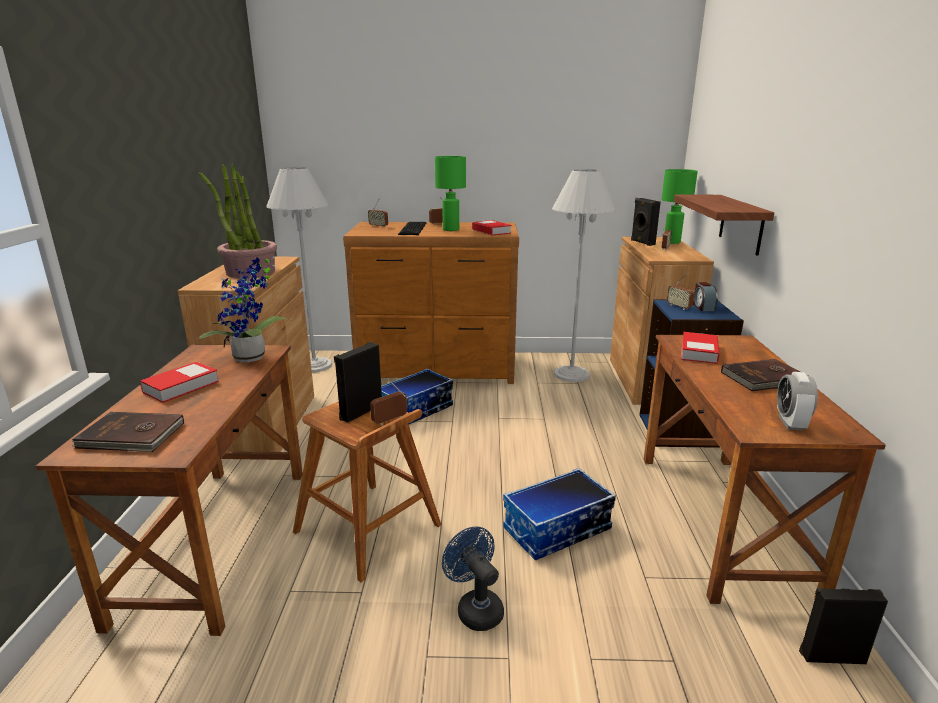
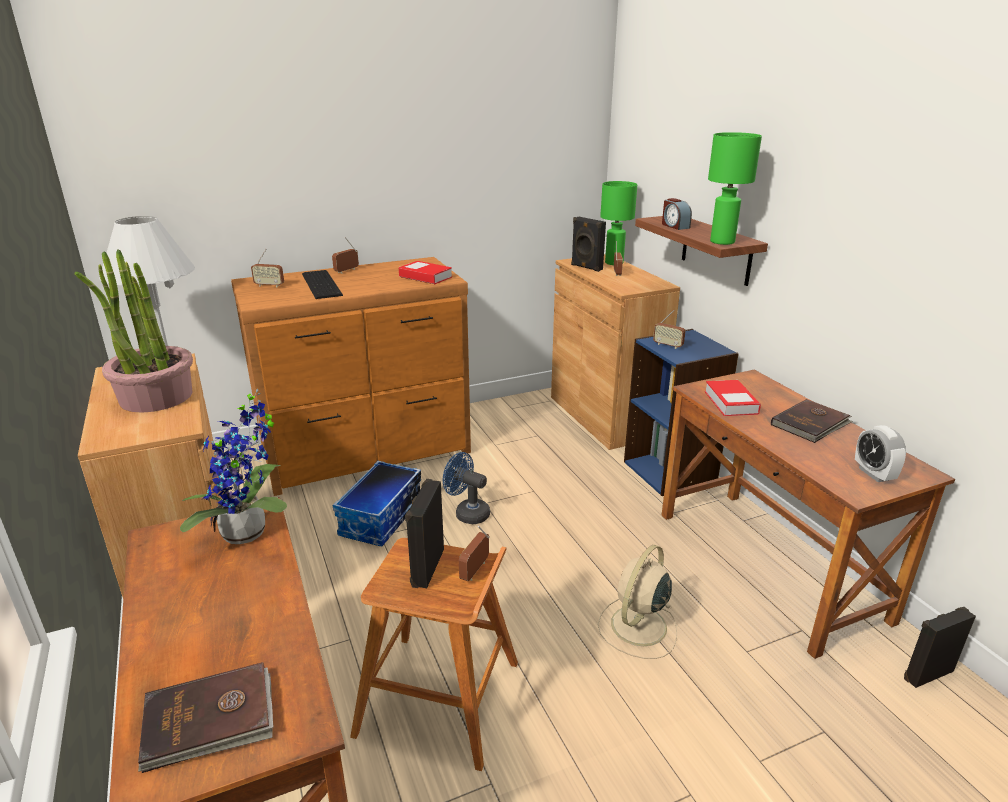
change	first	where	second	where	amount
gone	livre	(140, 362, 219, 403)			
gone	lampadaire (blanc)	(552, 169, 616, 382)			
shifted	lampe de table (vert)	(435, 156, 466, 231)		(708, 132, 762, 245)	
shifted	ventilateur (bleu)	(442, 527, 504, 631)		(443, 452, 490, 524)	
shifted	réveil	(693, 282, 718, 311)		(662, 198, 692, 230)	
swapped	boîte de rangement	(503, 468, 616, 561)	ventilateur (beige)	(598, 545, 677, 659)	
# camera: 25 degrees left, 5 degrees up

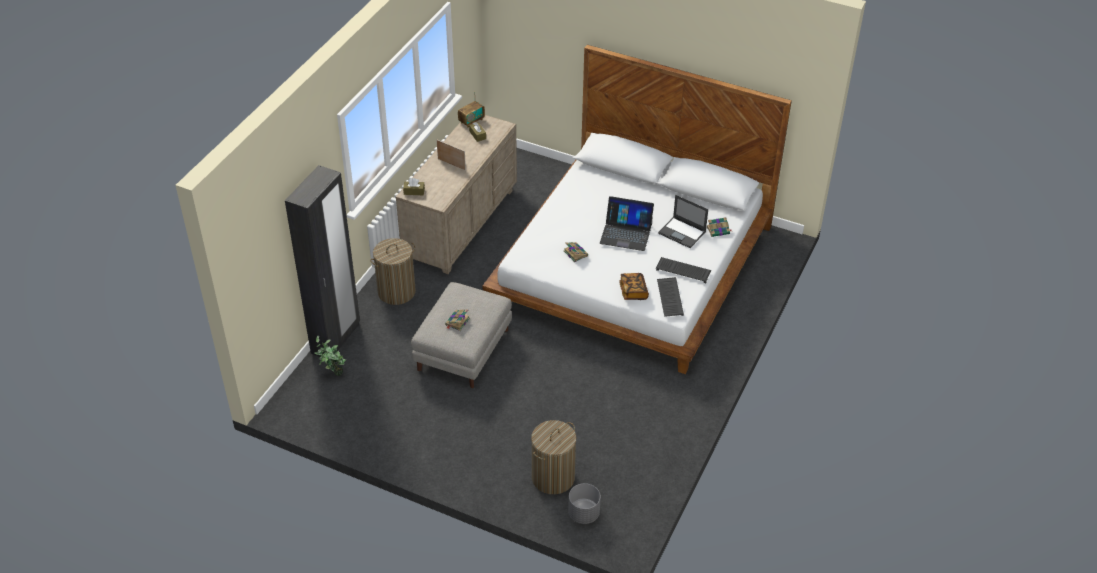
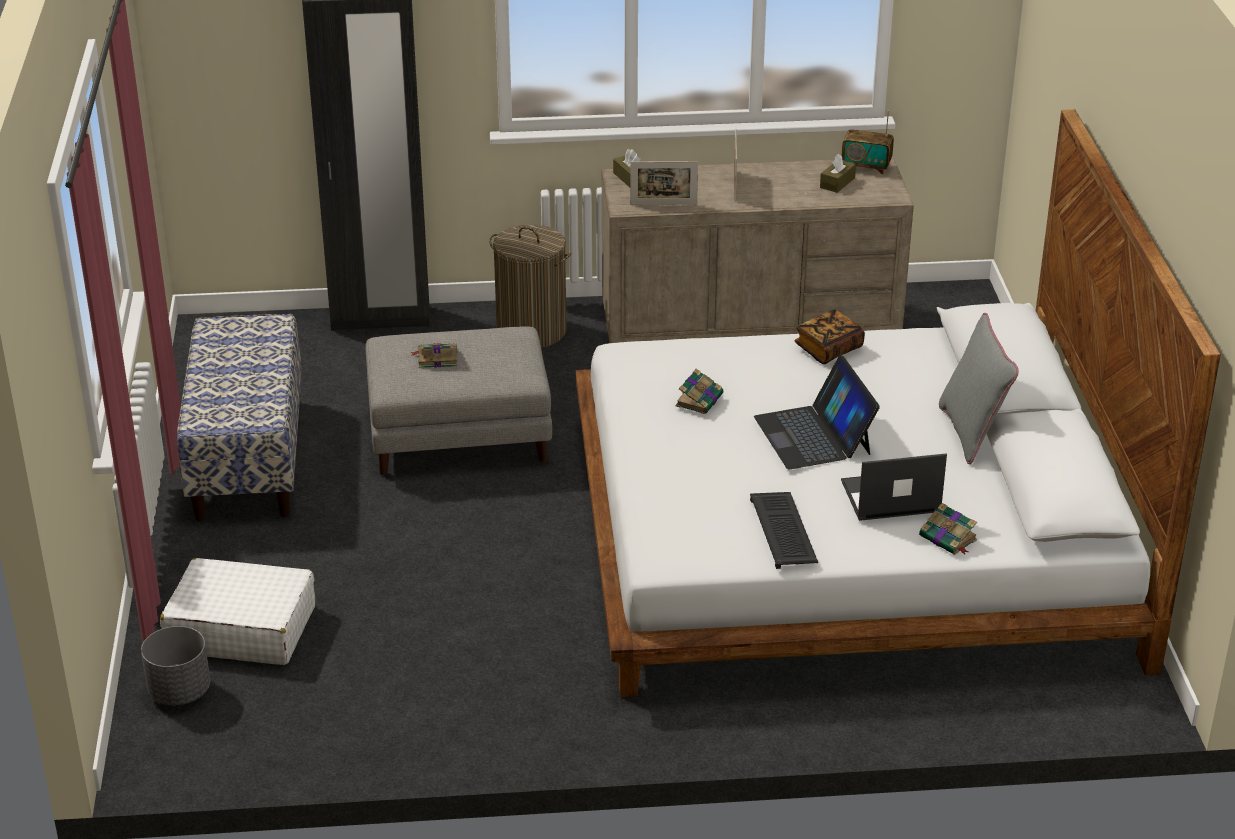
change	first	where	second	where	amount
gone	plante en pot	(314, 335, 346, 376)			
gone	clavier	(657, 277, 684, 317)			
new			banc	(177, 314, 302, 521)	
new			cadre photo	(630, 161, 698, 205)	
new			coussin (gris)	(939, 313, 1019, 464)	
shifted	livre	(619, 273, 649, 300)		(794, 309, 865, 364)	
swapped	panier à linge	(531, 420, 576, 494)	valise (blanc)	(160, 558, 315, 665)	
rotated	ordinateur portable	(658, 195, 708, 248)		(841, 453, 947, 521)	75 degrees clockwise
# camera: 60 degrees right, 10 degrees down

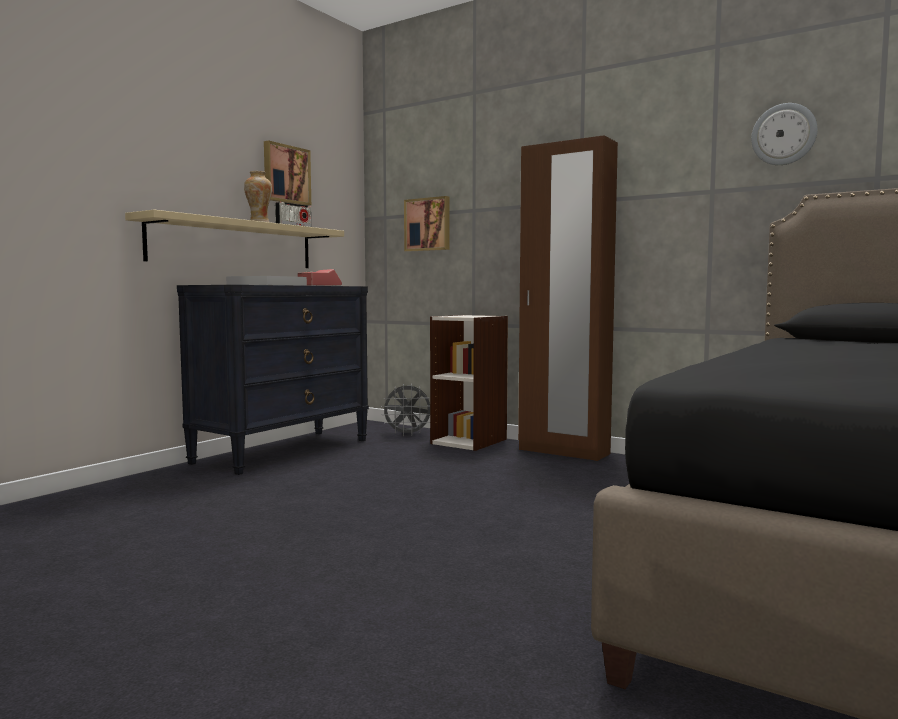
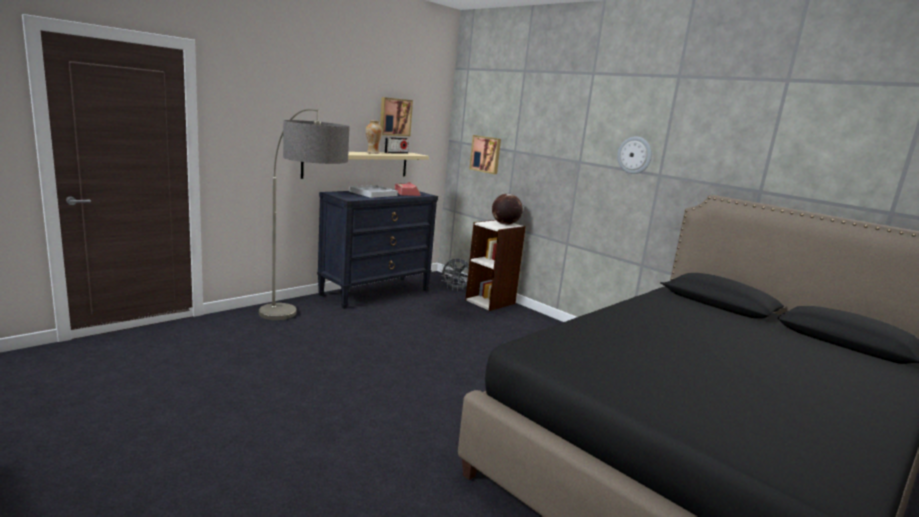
change	first	where	second	where	amount
gone	armoire (marron)	(518, 136, 618, 461)			
new			lampadaire	(259, 109, 350, 320)	
new			globe	(492, 194, 523, 225)	
shifted	horloge murale	(751, 103, 818, 165)		(617, 136, 652, 174)	
# camera: 10 degrees right, 10 degrees up

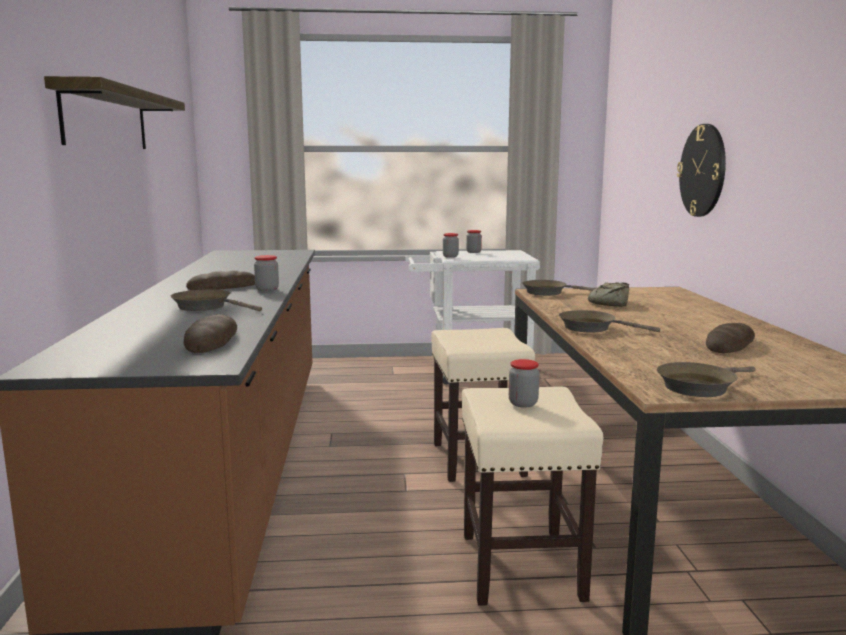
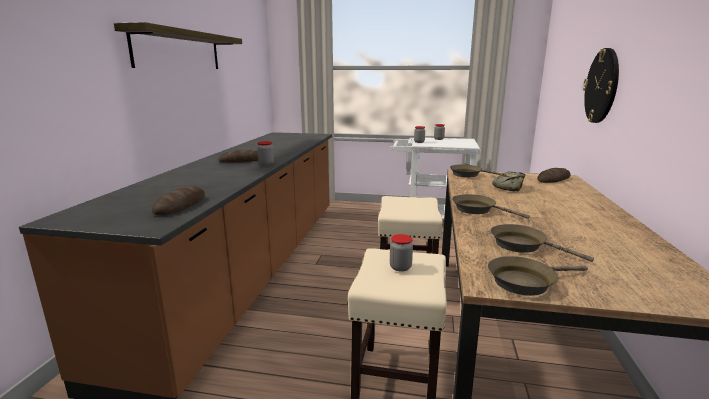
change	first	where	second	where	amount
shifted	poêle (marron)	(170, 289, 262, 311)		(491, 224, 594, 262)	
shifted	pain	(706, 323, 755, 353)		(537, 168, 571, 183)	
# camera: 15 degrees right, 5 degrees up

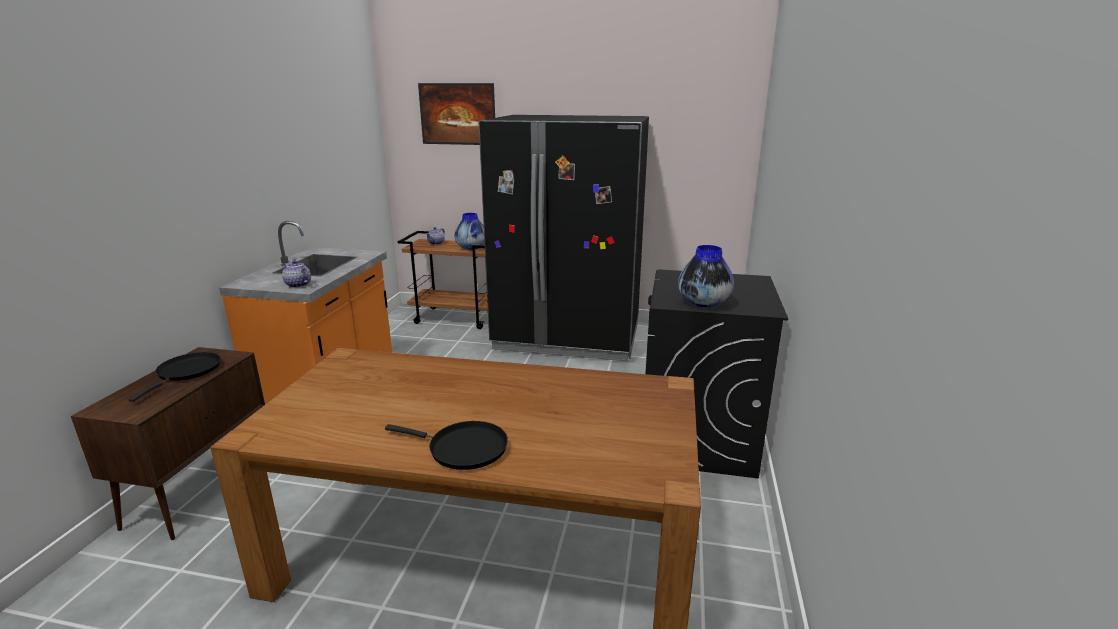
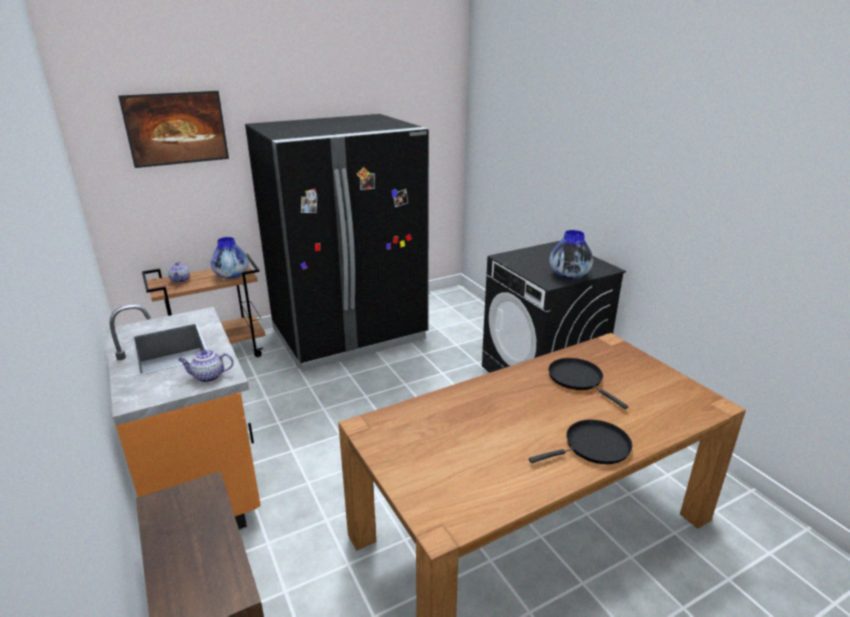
change	first	where	second	where	amount
shifted	poêle (noir)	(128, 352, 221, 402)		(548, 358, 628, 409)	
# camera: 40 degrees left, 5 degrees up

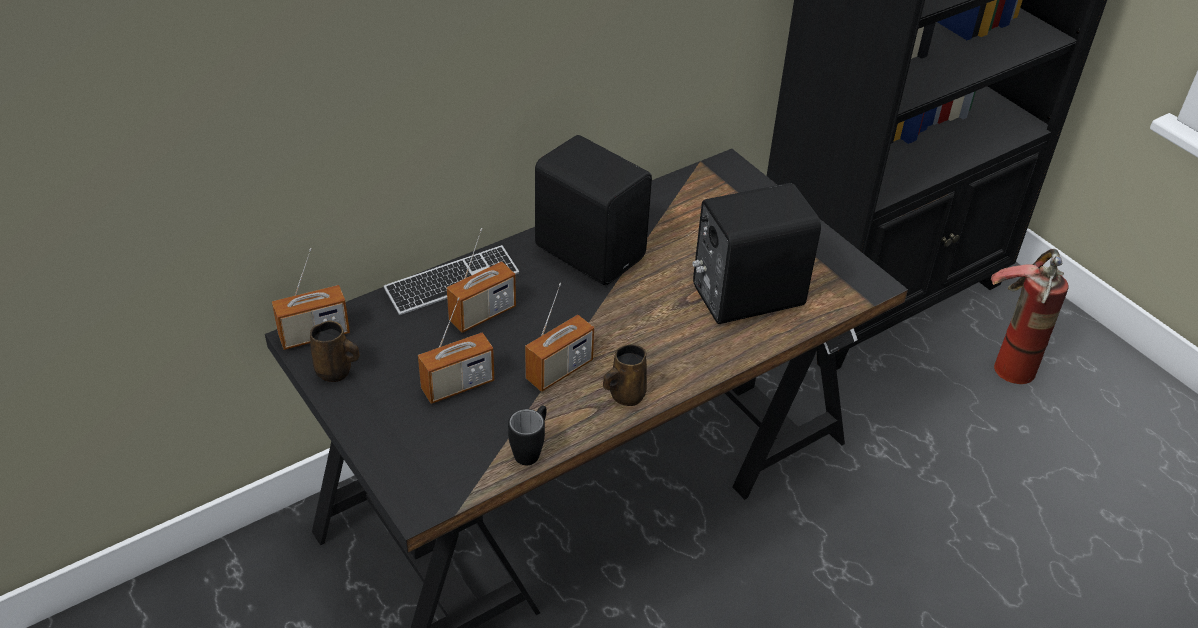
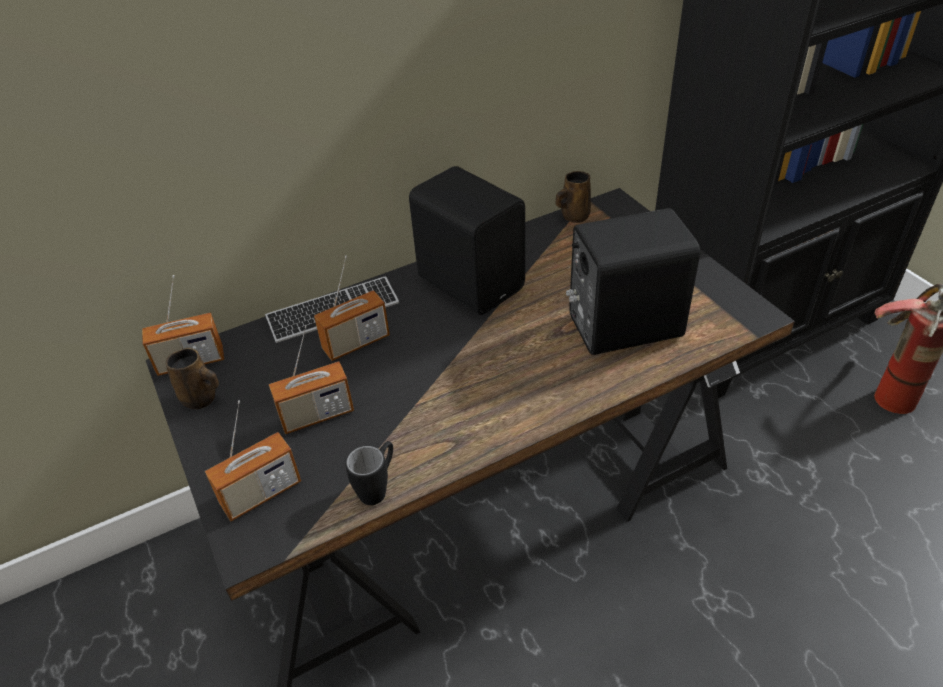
change	first	where	second	where	amount
shifted	radio	(525, 283, 594, 392)		(205, 400, 301, 521)	
shifted	mug (marron)	(603, 344, 647, 406)		(556, 171, 591, 223)	
# camera: 10 degrees right, 0 degrees up

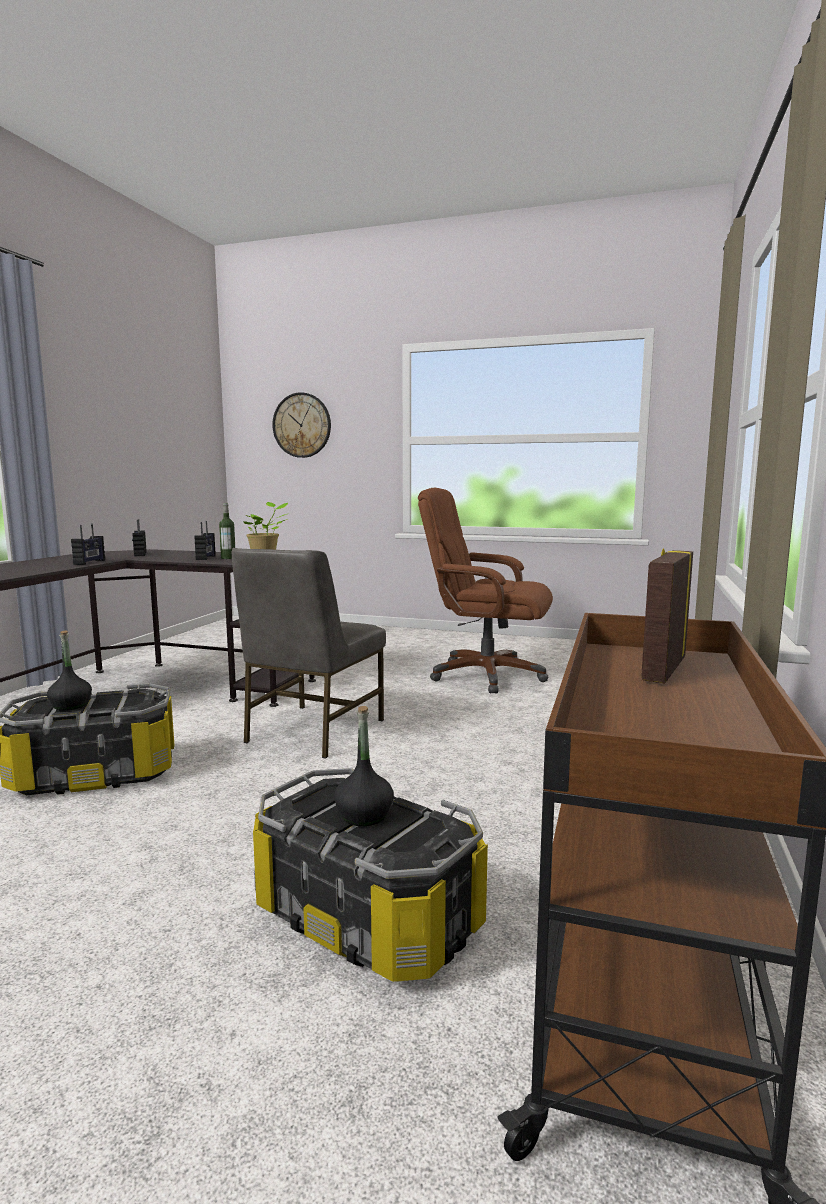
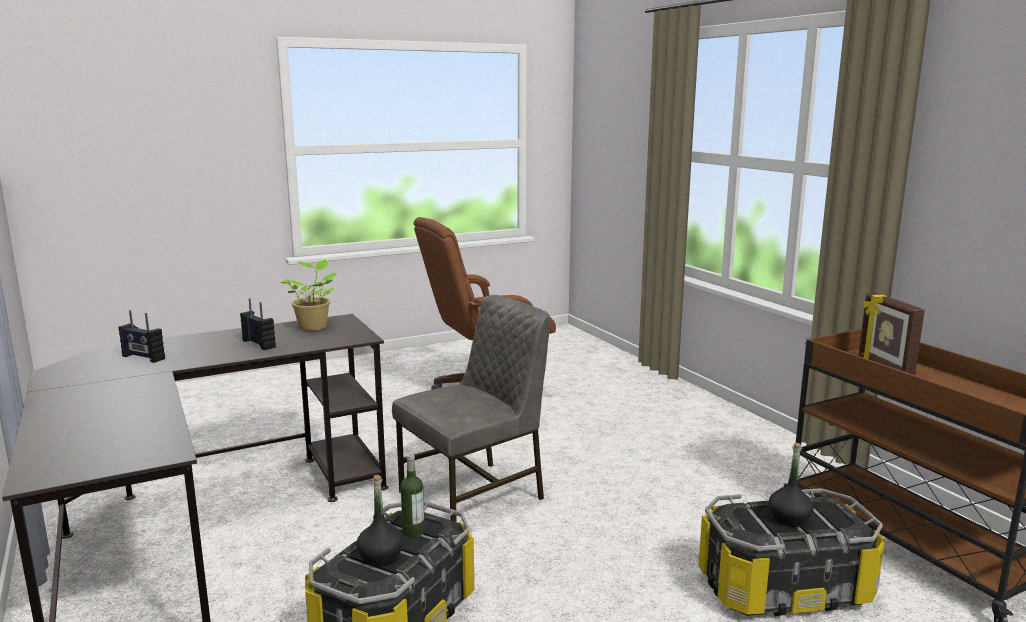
change	first	where	second	where	amount
gone	radio	(71, 523, 105, 565)			
gone	horloge murale	(272, 392, 331, 458)			
shifted	bouteille	(219, 503, 235, 559)		(400, 454, 425, 538)	
rotated	chaise (gris)	(231, 548, 386, 759)		(392, 295, 550, 522)	105 degrees counterclockwise
# camera: 45 degrees left, 5 degrees up

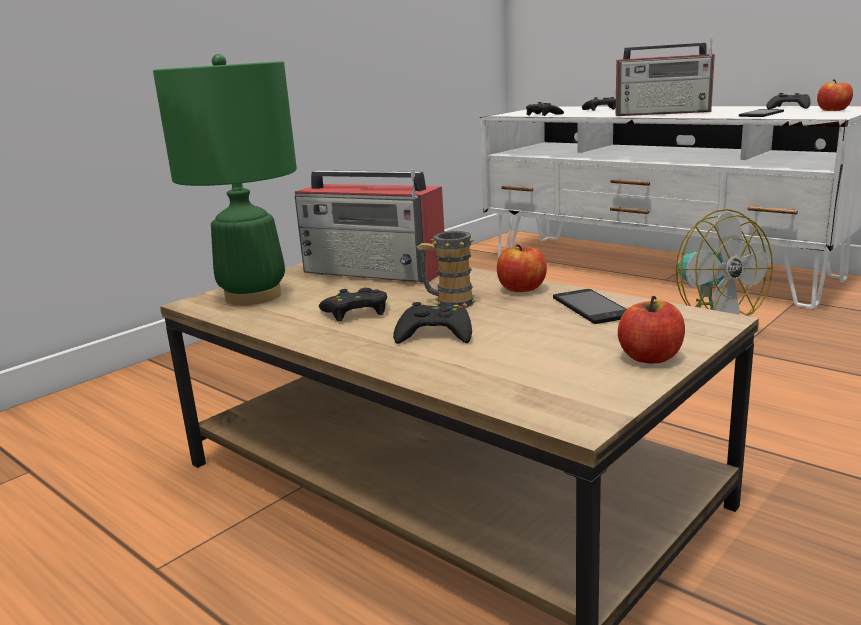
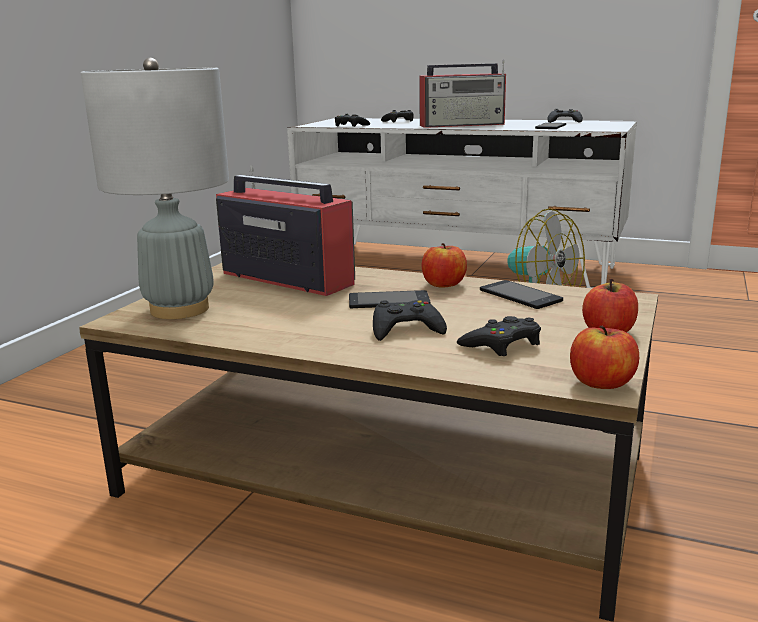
change	first	where	second	where	amount
shifted	manette (noir)	(319, 288, 387, 321)		(457, 316, 541, 356)	
shifted	pomme	(817, 79, 853, 111)		(570, 326, 639, 389)	
swapped	mug	(416, 231, 476, 308)	téléphone	(349, 290, 430, 308)	
repainted	lampe de table (vert)	(153, 54, 297, 305)	lampe de table (gris)	(81, 58, 229, 319)	
rotated	radio	(295, 169, 444, 282)		(216, 165, 355, 296)	150 degrees counterclockwise
# camera: 20 degrees left, 0 degrees up

